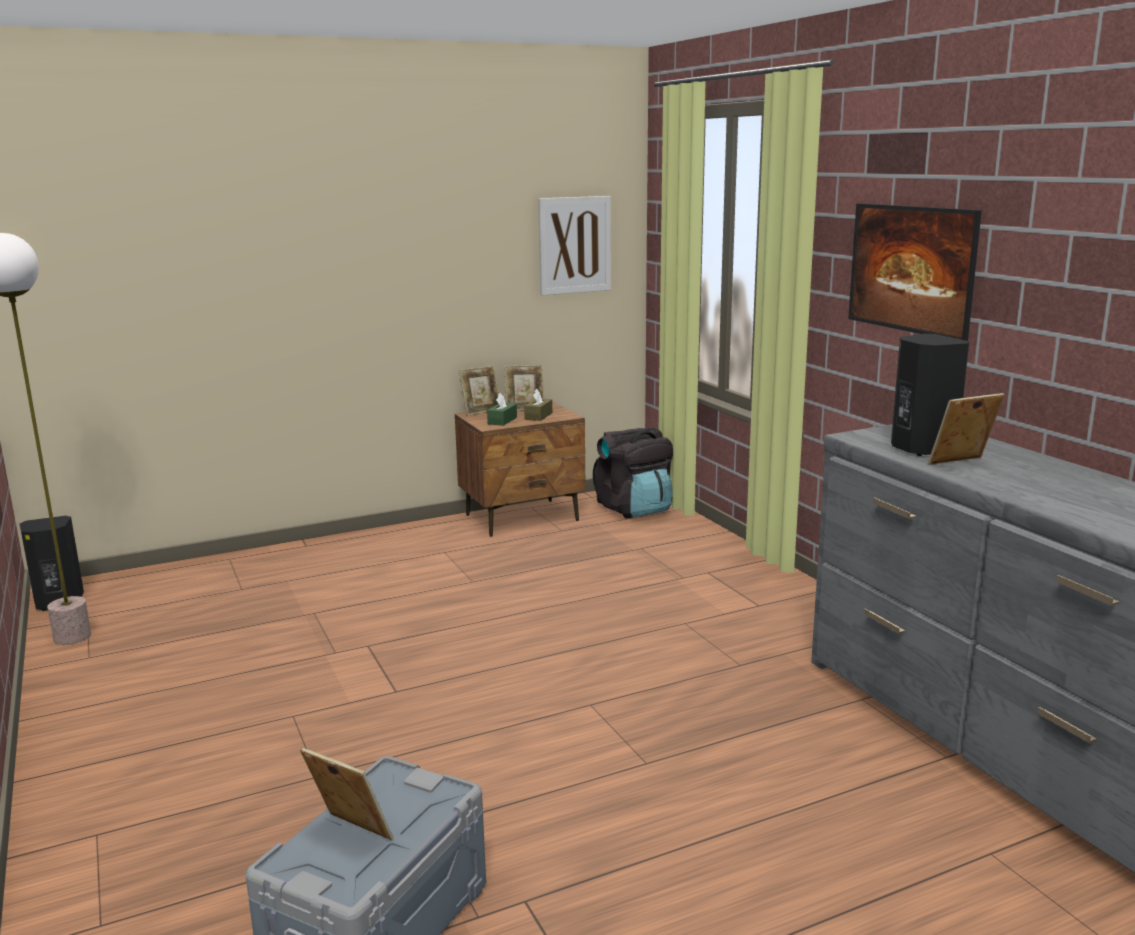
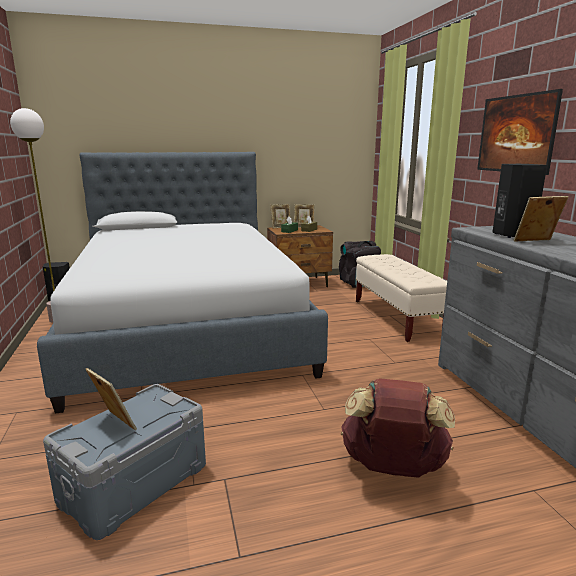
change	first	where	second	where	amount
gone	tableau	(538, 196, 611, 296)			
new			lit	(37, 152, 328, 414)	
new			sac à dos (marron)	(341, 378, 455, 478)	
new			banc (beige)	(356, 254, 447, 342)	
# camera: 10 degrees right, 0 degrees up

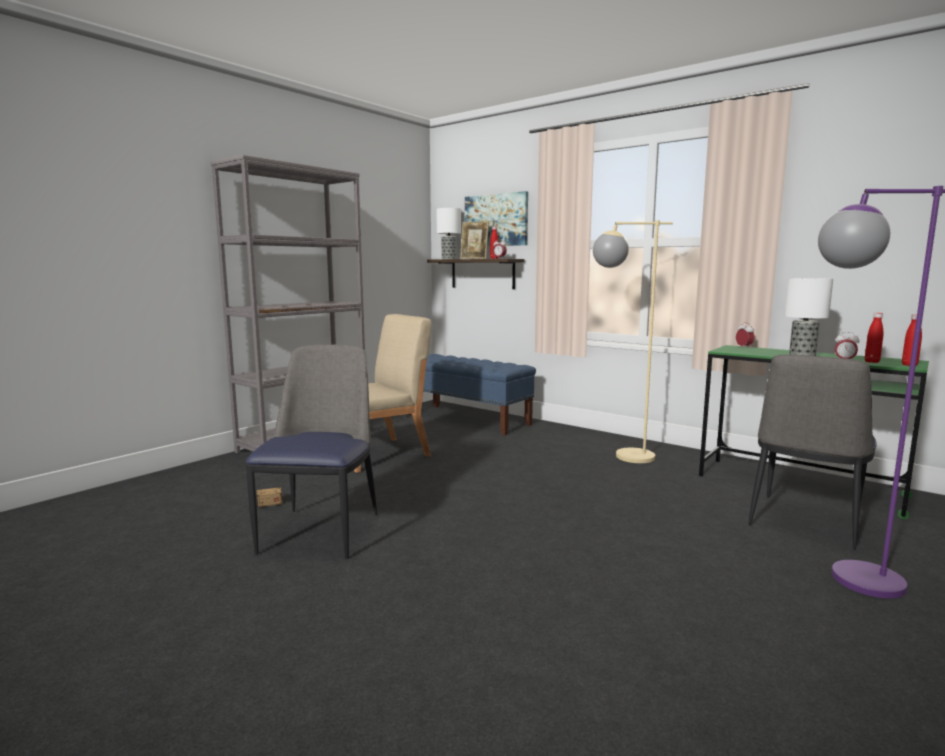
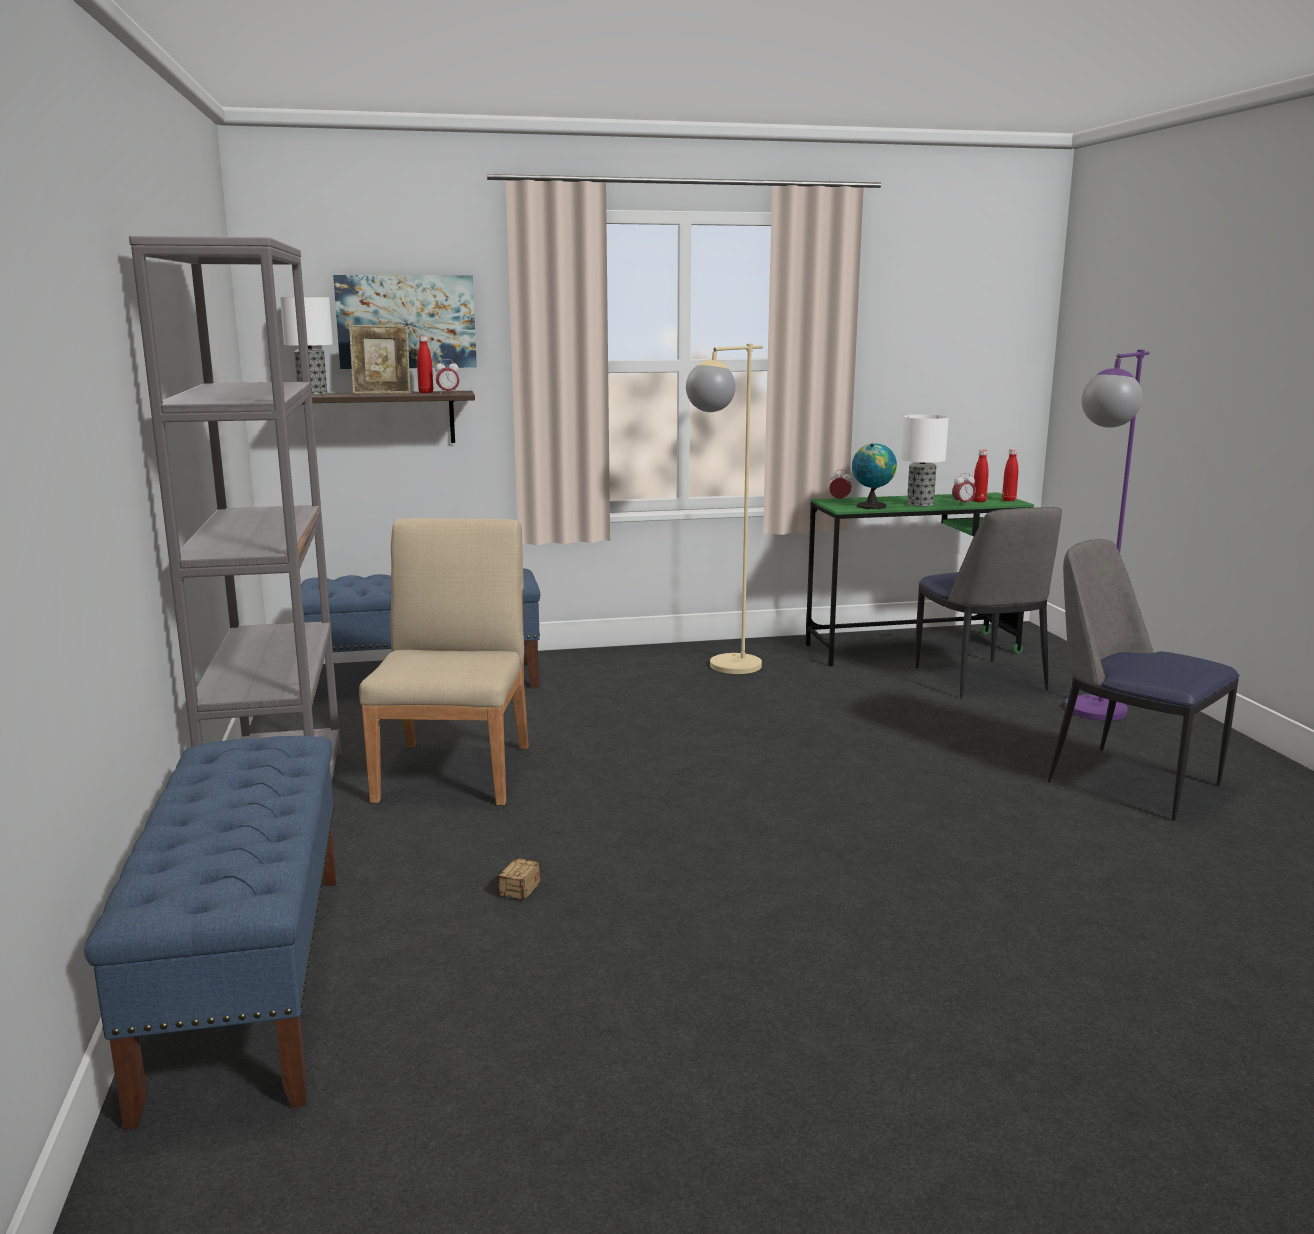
change	first	where	second	where	amount
new			banc (bleu)	(84, 736, 337, 1131)	
new			globe	(852, 443, 897, 509)	
shifted	chaise	(246, 344, 377, 559)		(1048, 539, 1240, 821)	
# camera: 50 degrees left, 5 degrees up

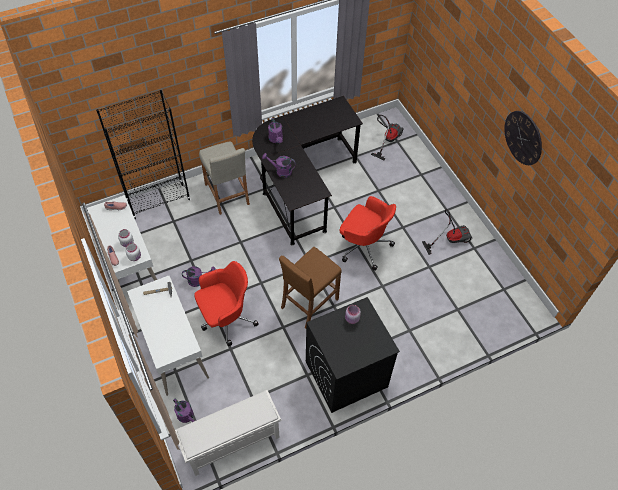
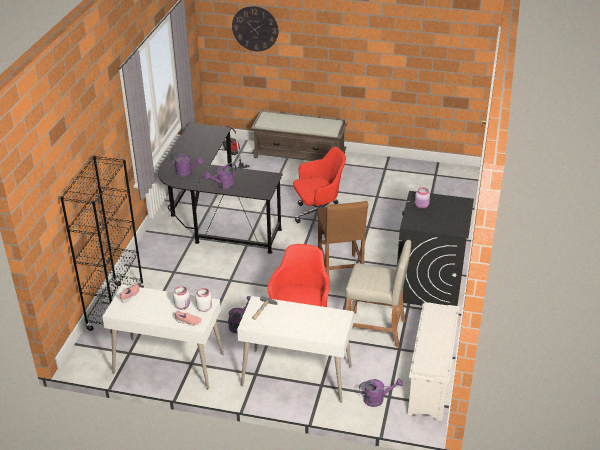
change	first	where	second	where	amount
gone	aspirateur	(422, 209, 472, 255)			
new			banc (marron)	(251, 111, 347, 160)	
shifted	tabouret (beige)	(199, 142, 250, 215)		(346, 240, 411, 348)	
shifted	horloge murale	(504, 111, 542, 165)		(232, 6, 278, 51)	
# camera: 50 degrees left, 20 degrees down

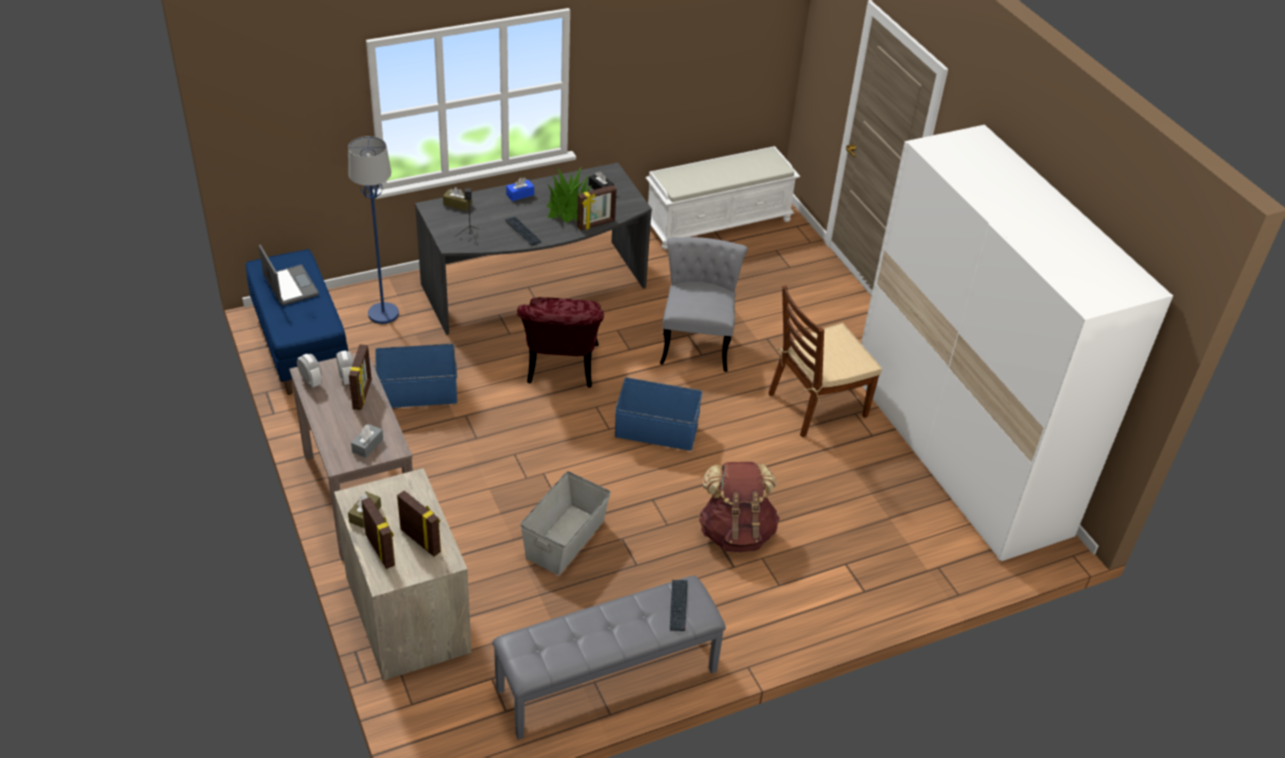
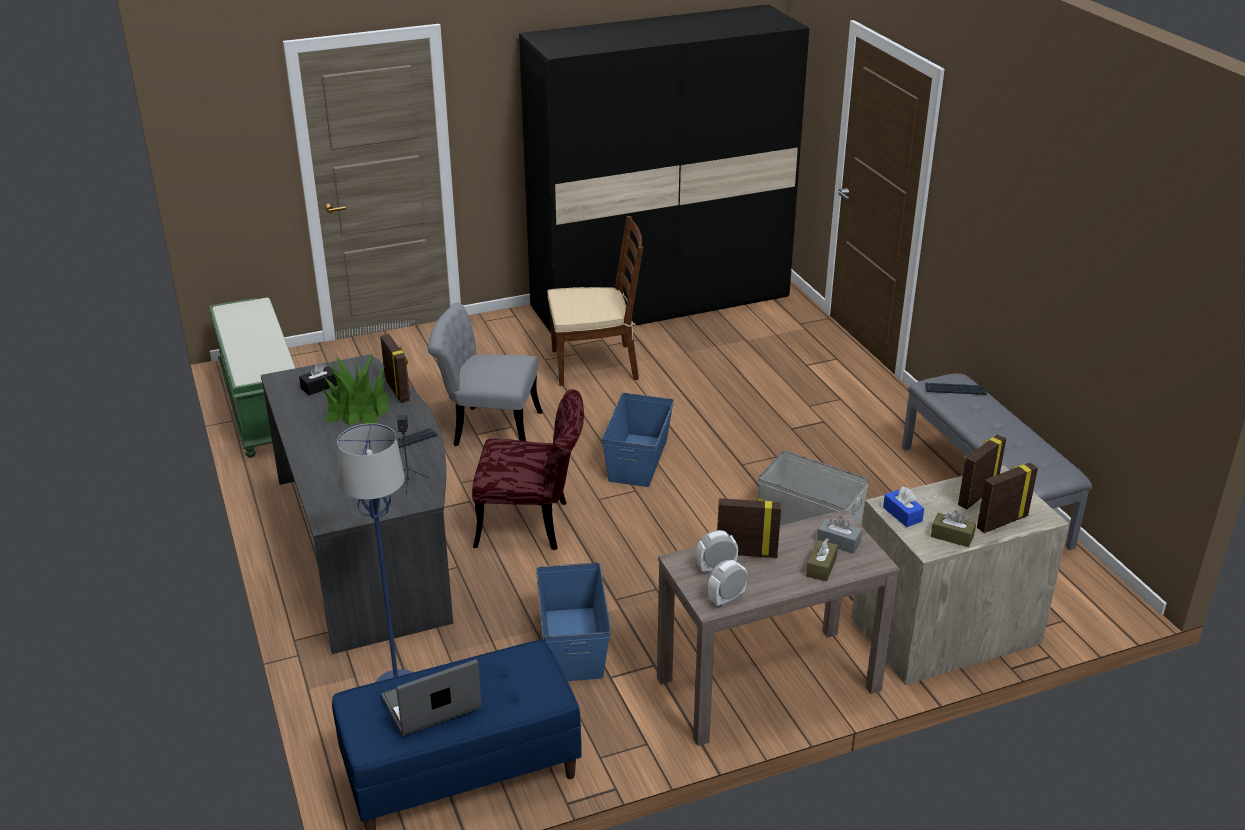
change	first	where	second	where	amount
gone	sac à dos (marron)	(698, 462, 780, 552)			
shifted	boîte à mouchoirs (marron)	(443, 187, 472, 211)		(806, 538, 838, 582)	
shifted	boîte à mouchoirs (bleu)	(506, 178, 534, 201)		(883, 487, 924, 527)	
repainted	banc (blanc)	(645, 146, 800, 249)	banc (vert)	(209, 298, 296, 458)	
repainted	armoire (blanc)	(861, 125, 1173, 561)	armoire (noir)	(519, 4, 809, 333)	
rotated	chaise (marron)	(768, 286, 882, 438)		(547, 216, 643, 386)	75 degrees counterclockwise
# camera: 85 degrees left, 10 degrees down

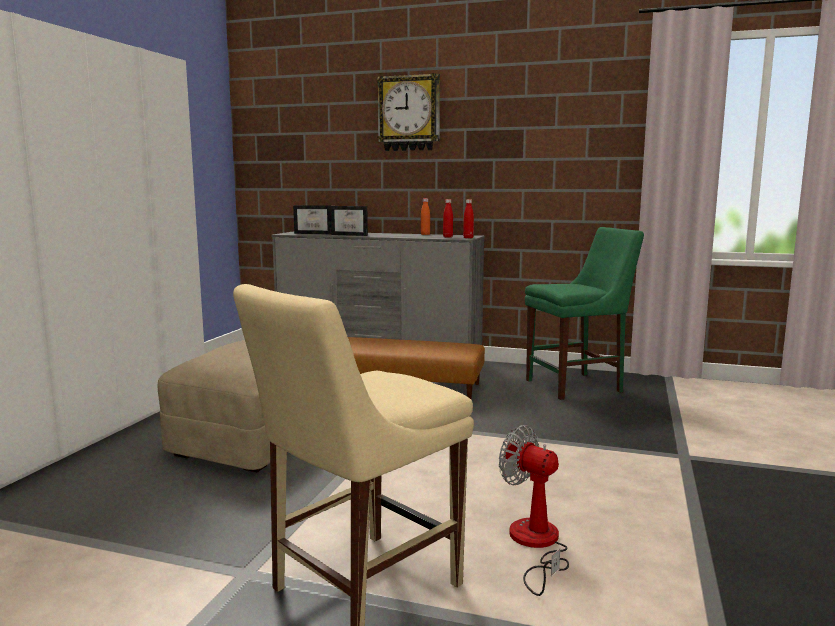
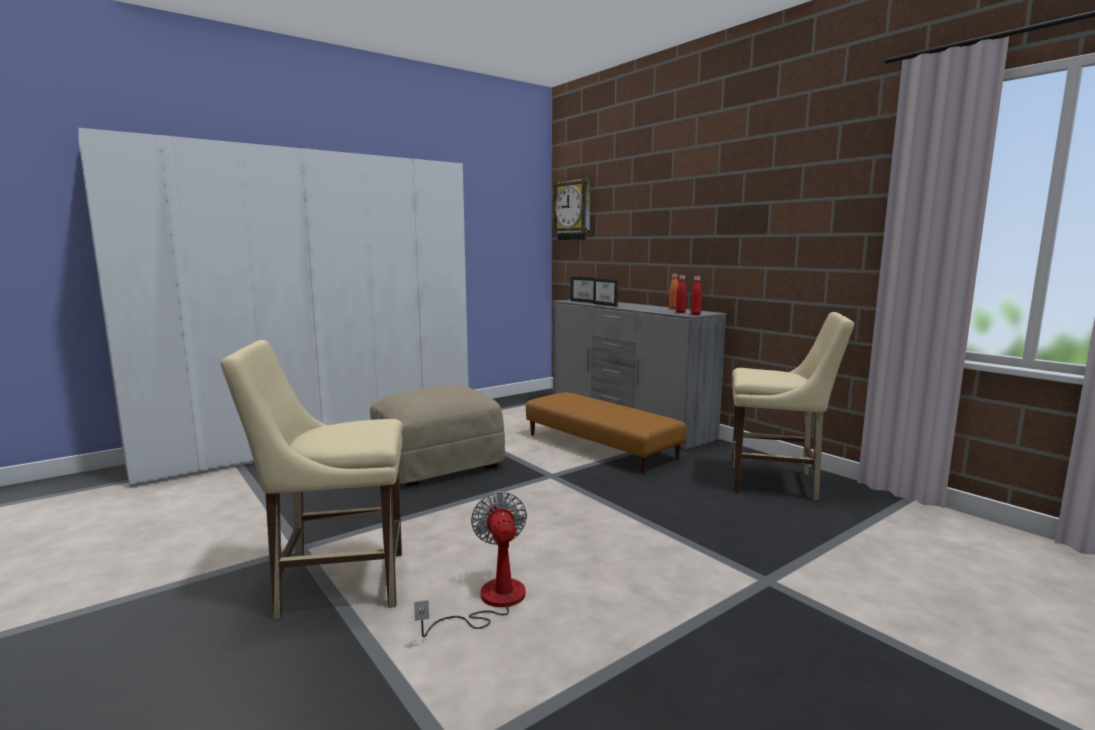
change	first	where	second	where	amount
shifted	horloge murale	(377, 73, 440, 151)		(553, 178, 590, 240)	
repainted	chaise (vert)	(525, 227, 644, 400)	chaise (beige)	(732, 312, 854, 501)	
# camera: 35 degrees right, 0 degrees up

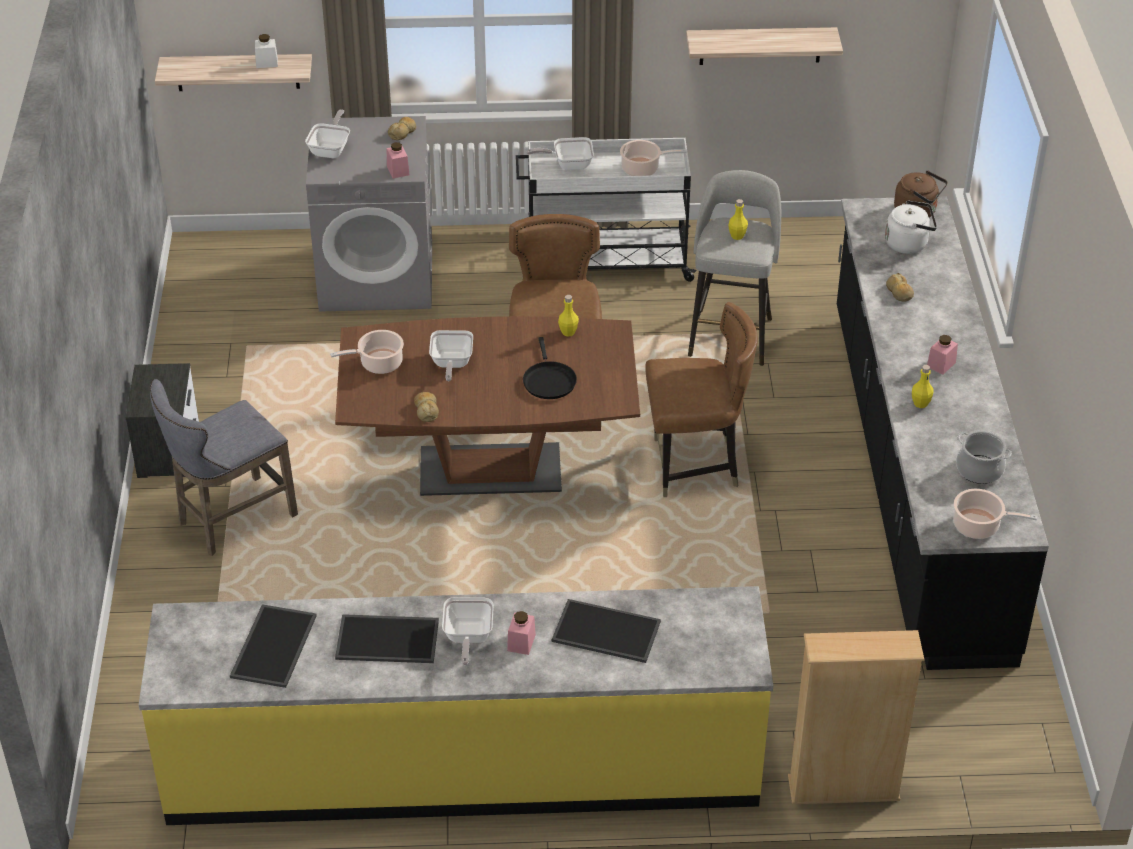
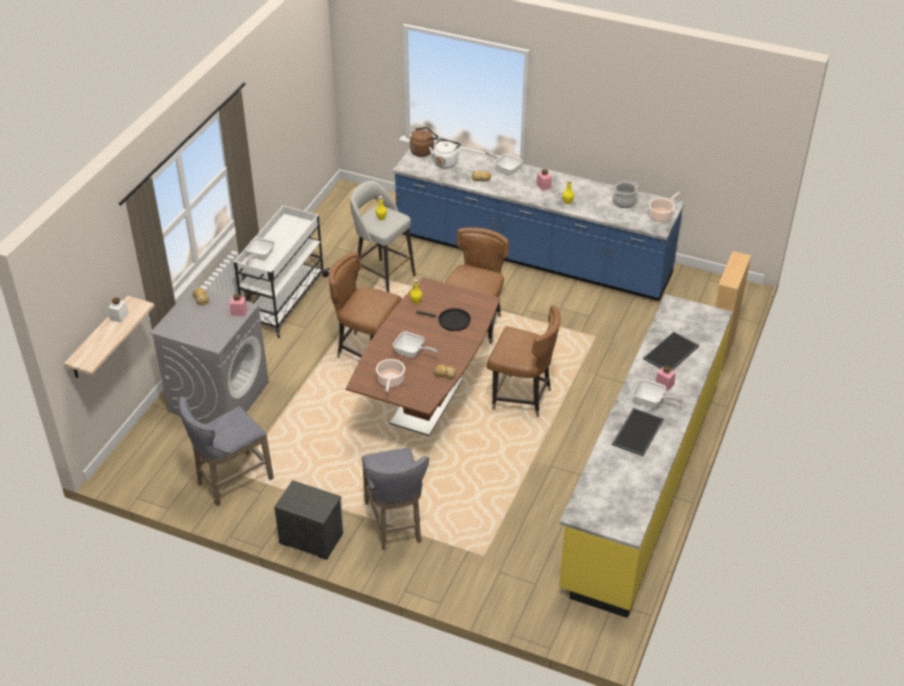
change	first	where	second	where	amount
gone	plateau	(230, 604, 317, 688)			
gone	marmite	(620, 140, 687, 176)			
gone	étagère	(686, 27, 843, 65)			
new			tabouret (gris)	(178, 396, 274, 507)	
new			chaise (marron)	(487, 305, 561, 417)	
shifted	poêle	(305, 109, 350, 158)		(485, 152, 523, 176)	
repainted	comptoir de cuisine (noir)	(837, 196, 1049, 670)	comptoir de cuisine (bleu)	(393, 143, 684, 301)	
# camera: 65 degrees left, 0 degrees up

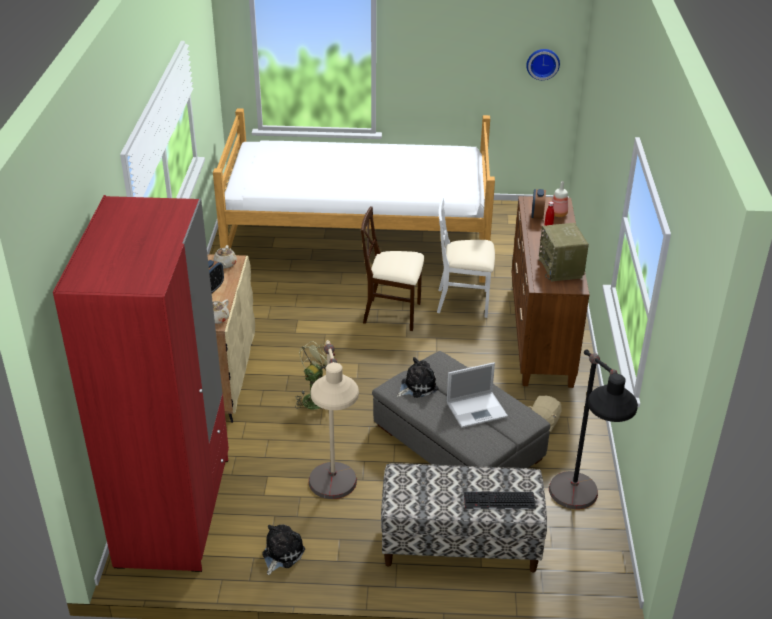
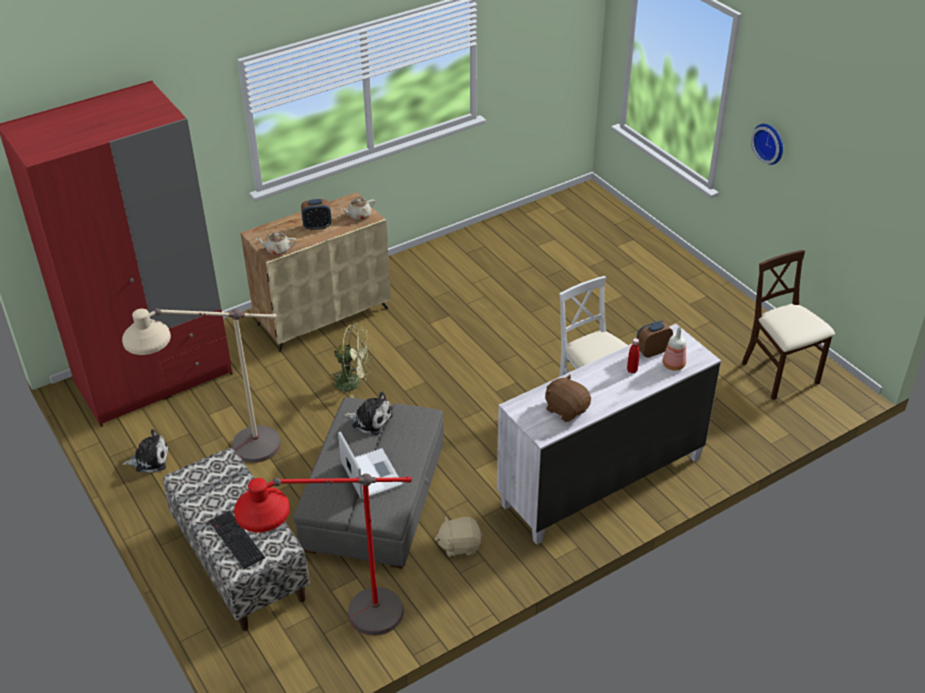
change	first	where	second	where	amount
gone	lit	(213, 108, 495, 283)			
shifted	chaise (beige)	(361, 206, 424, 331)		(742, 250, 835, 400)	
shifted	horloge murale	(526, 49, 560, 80)		(751, 124, 783, 165)	
swapped	radio	(539, 223, 589, 281)	peluche (marron)	(545, 375, 591, 422)	
repainted	commode (marron)	(512, 196, 589, 388)	commode (blanc)	(497, 324, 721, 545)	
repainted	lampadaire (noir)	(549, 349, 638, 509)	lampadaire (rouge)	(234, 474, 412, 636)	
rotated	ordinateur portable	(447, 362, 508, 428)		(338, 431, 403, 500)	150 degrees counterclockwise
# camera: 55 degrees right, 5 degrees up

